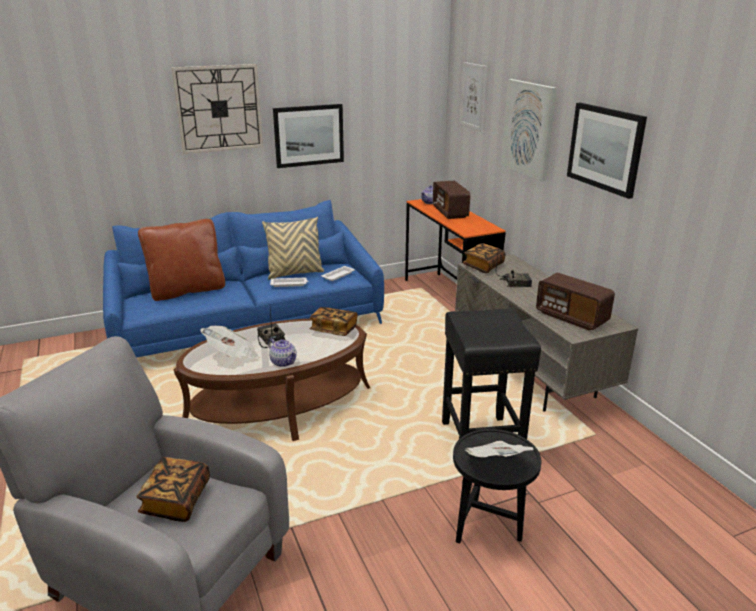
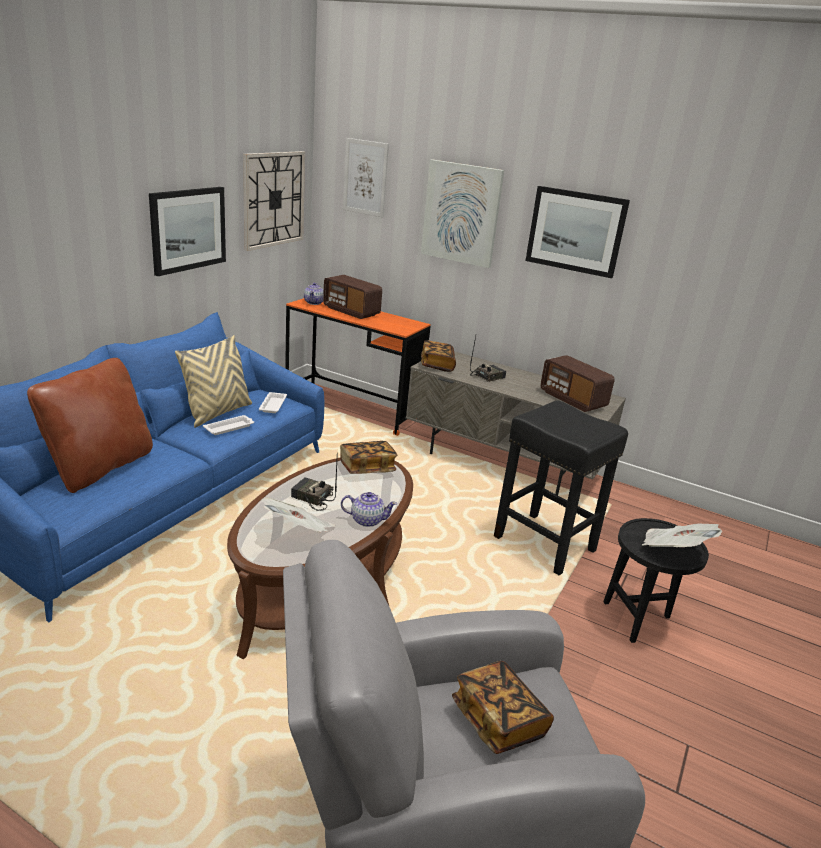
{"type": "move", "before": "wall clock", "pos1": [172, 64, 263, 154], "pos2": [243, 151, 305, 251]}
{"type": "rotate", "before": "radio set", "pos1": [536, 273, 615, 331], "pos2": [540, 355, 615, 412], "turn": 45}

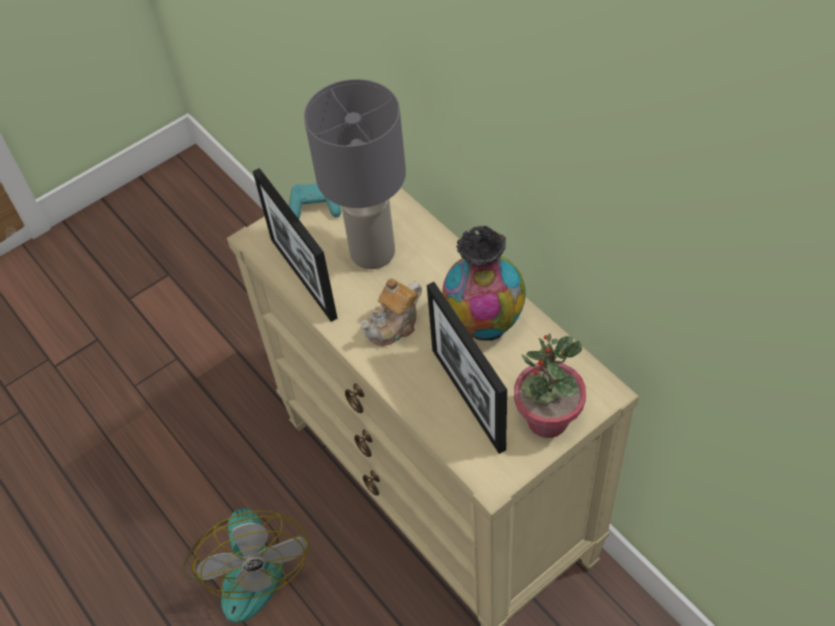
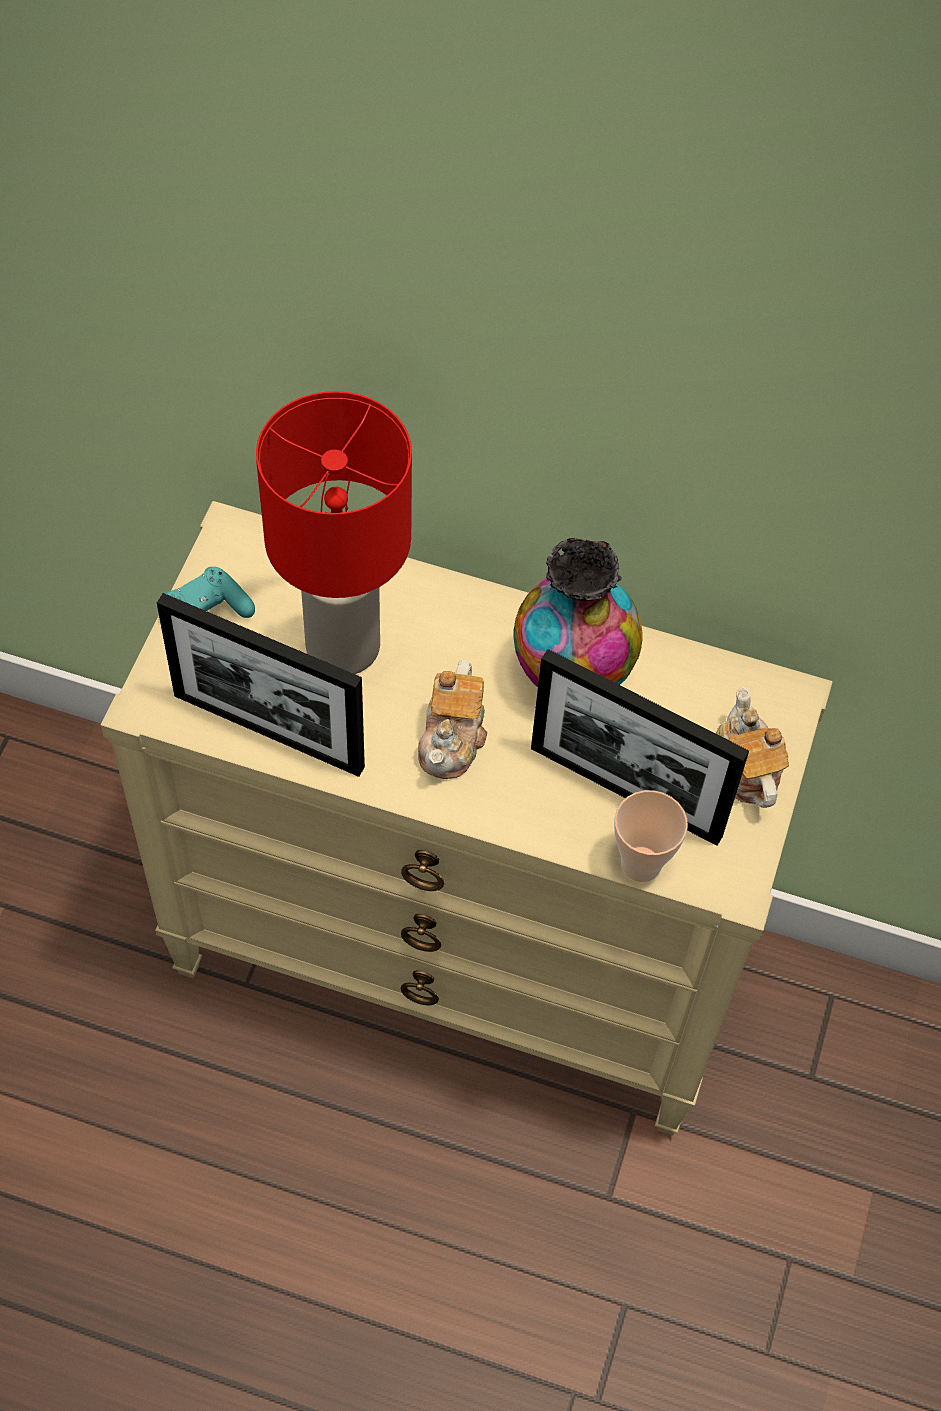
{"type": "delete", "before": "fan", "pos1": [182, 508, 309, 623]}
{"type": "insert", "after": "drinking cup", "pos2": [614, 790, 688, 882]}
{"type": "replace", "before": "houseplant", "after": "teapot", "pos1": [514, 333, 586, 438], "pos2": [716, 686, 789, 808]}
{"type": "recolor", "before": "greyish tabletop lamp", "after": "reddish tabletop lamp", "pos1": [304, 79, 406, 269], "pos2": [256, 391, 412, 674]}

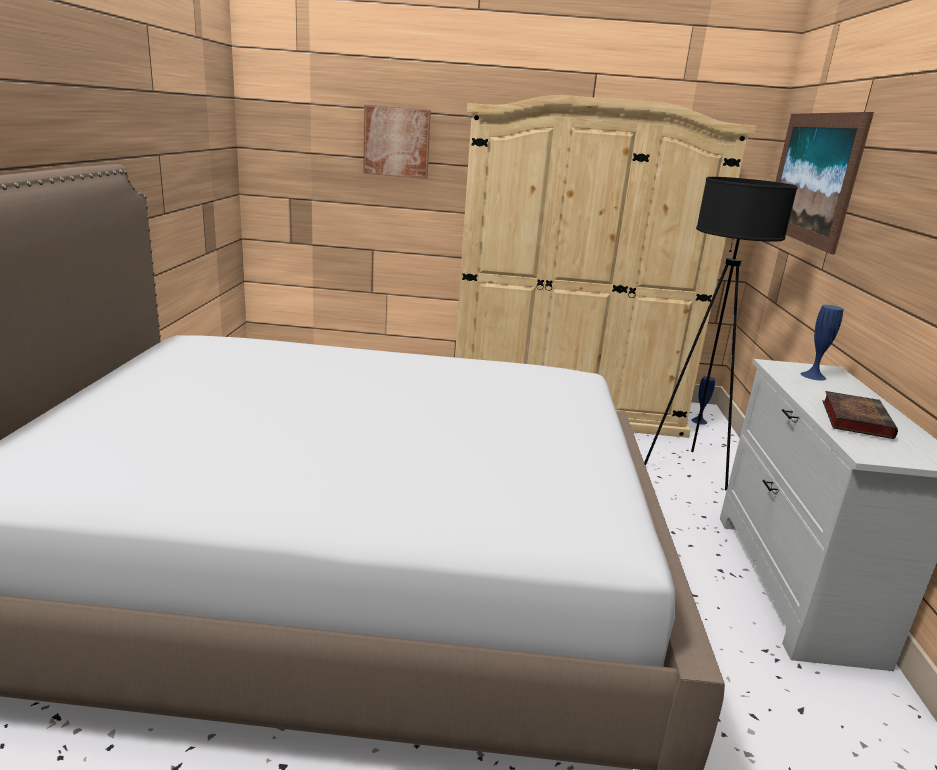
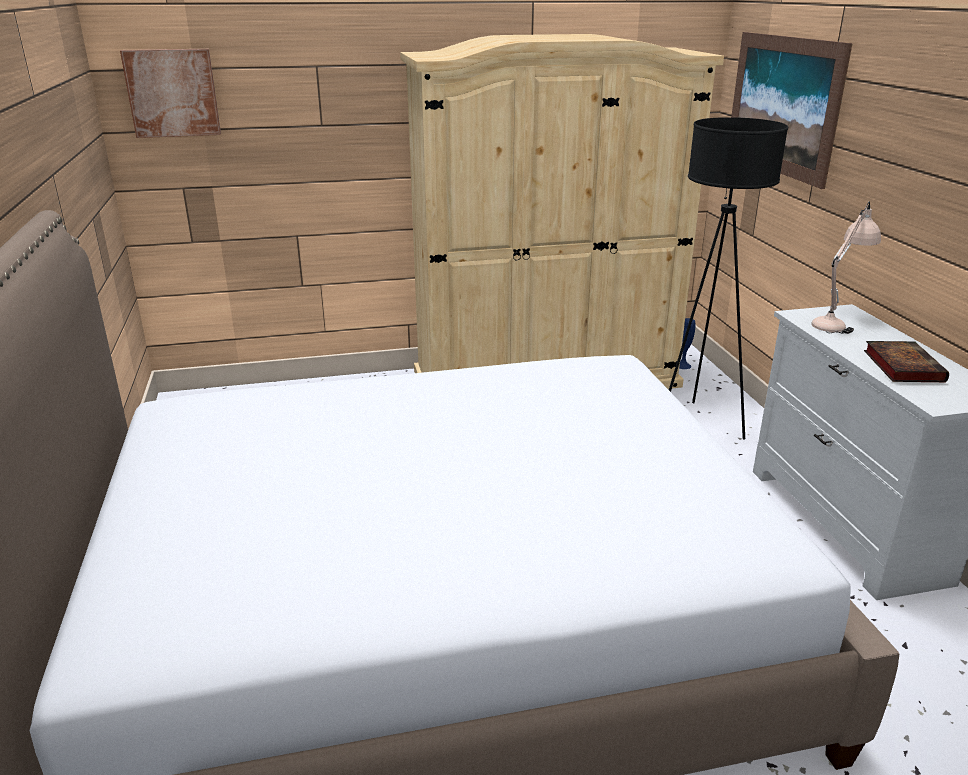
{"type": "move", "before": "wall art", "pos1": [363, 105, 431, 179], "pos2": [120, 49, 221, 138]}
{"type": "replace", "before": "blue vase", "after": "sand-coloured tabletop lamp", "pos1": [800, 305, 843, 381], "pos2": [811, 202, 881, 334]}

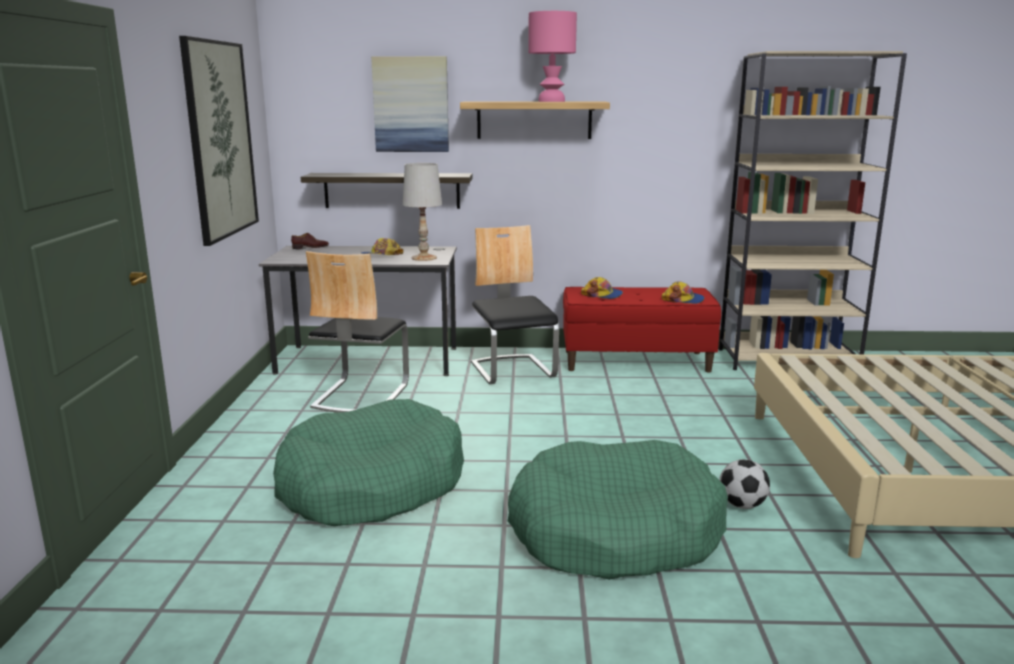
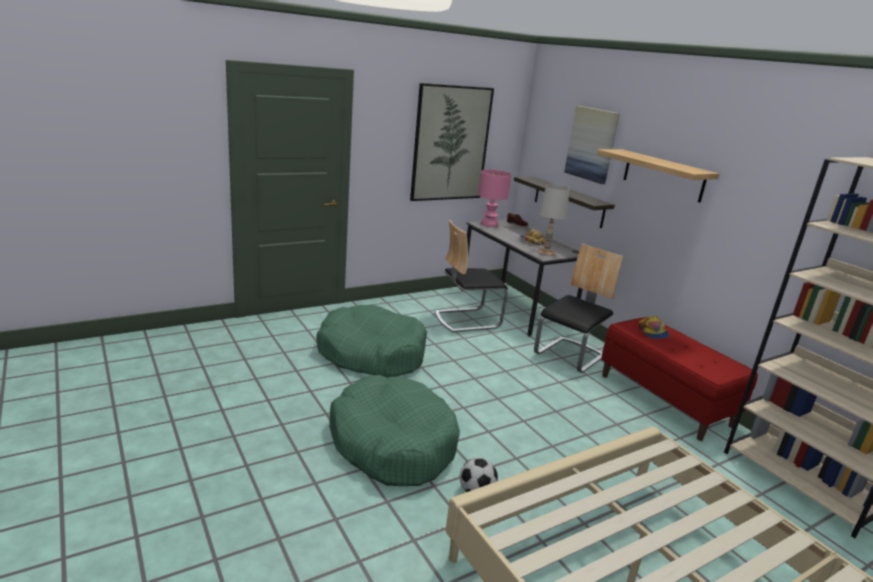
{"type": "delete", "before": "baseball cap", "pos1": [661, 281, 705, 304]}
{"type": "move", "before": "pink tabletop lamp", "pos1": [528, 11, 577, 102], "pos2": [478, 170, 511, 227]}

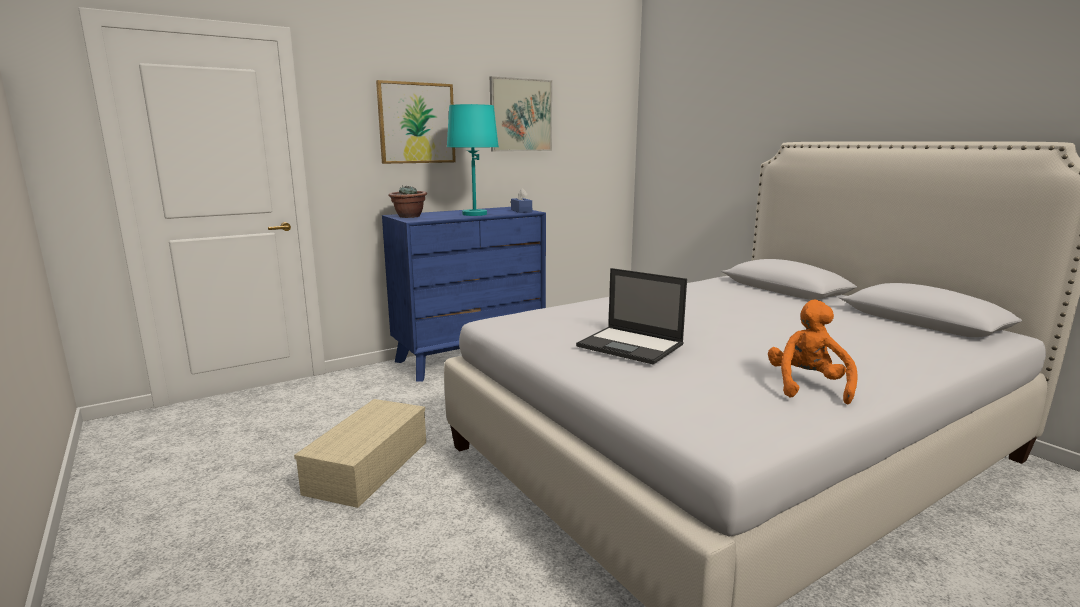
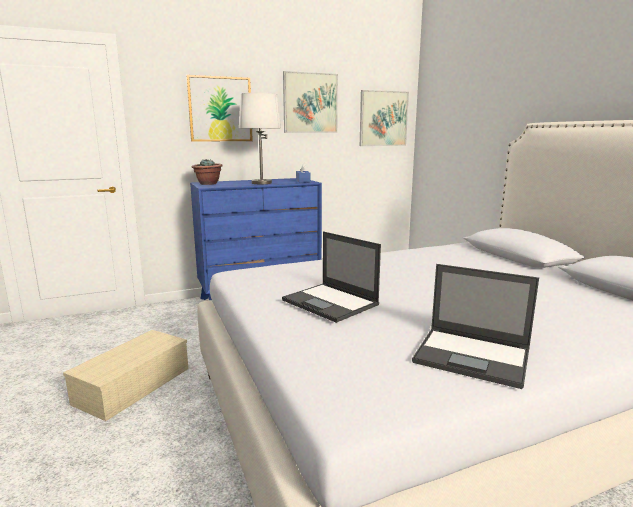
{"type": "insert", "after": "wall art", "pos2": [360, 90, 409, 146]}
{"type": "replace", "before": "orange-coloured cuddly toy", "after": "notebook computer", "pos1": [768, 300, 858, 404], "pos2": [412, 264, 539, 389]}
{"type": "recolor", "before": "blue-green tabletop lamp", "after": "white tabletop lamp", "pos1": [447, 104, 499, 216], "pos2": [239, 93, 281, 184]}

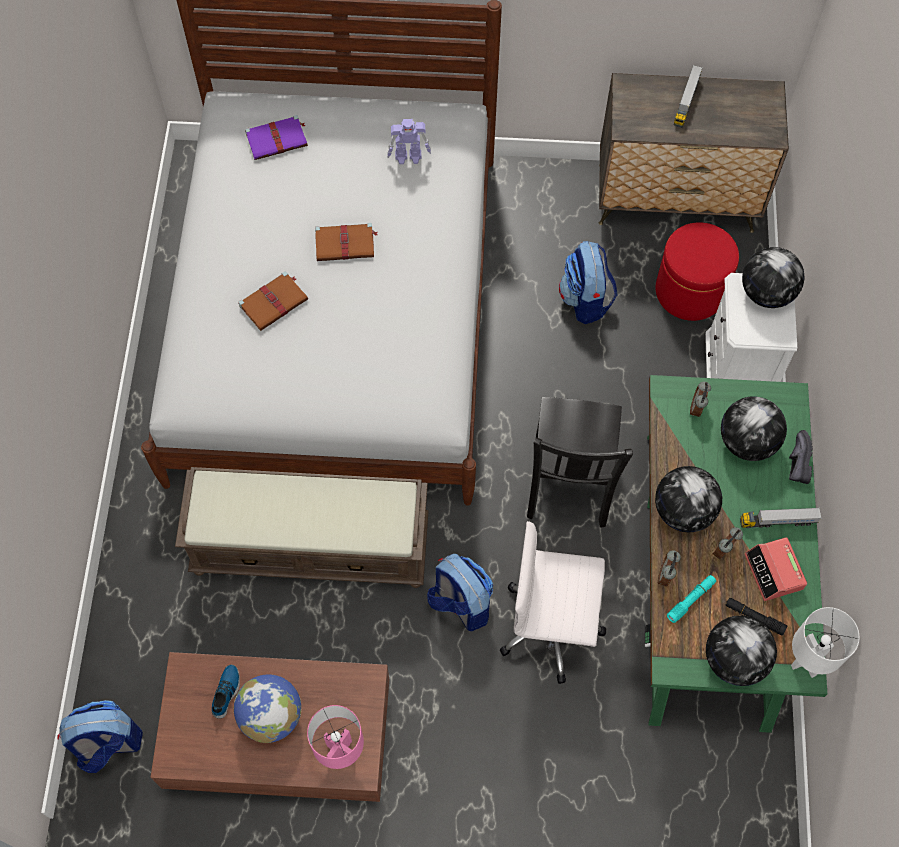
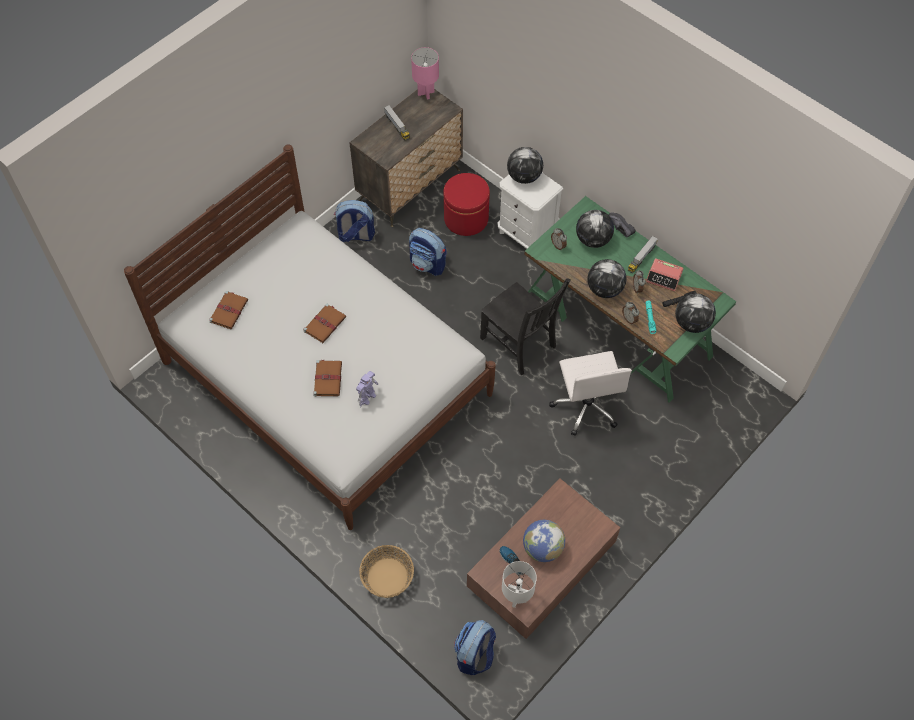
{"type": "delete", "before": "brownish long seat", "pos1": [175, 467, 429, 588]}
{"type": "insert", "after": "household basket", "pos2": [359, 545, 414, 598]}
{"type": "move", "before": "pink tabletop lamp", "pos1": [307, 705, 364, 769], "pos2": [411, 47, 439, 100]}
{"type": "move", "before": "model robot", "pos1": [387, 119, 431, 164], "pos2": [356, 371, 378, 407]}
{"type": "move", "before": "backpack", "pos1": [427, 554, 493, 631], "pos2": [334, 200, 375, 242]}
{"type": "move", "before": "white tabletop lamp", "pos1": [791, 607, 860, 678], "pos2": [502, 561, 537, 608]}
{"type": "recolor", "before": "purple bound book", "after": "brownish bound book", "pos1": [245, 115, 308, 160], "pos2": [209, 291, 248, 330]}
{"type": "rotate", "before": "white desk chair", "pos1": [500, 521, 606, 684], "pos2": [549, 351, 632, 436], "turn": -60}

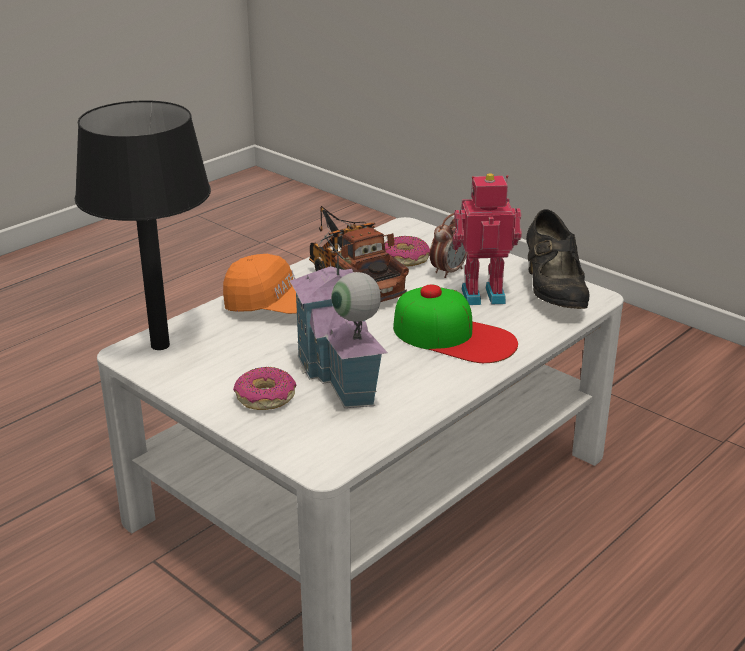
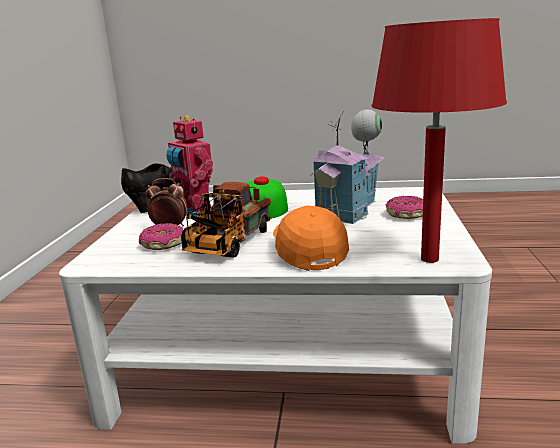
{"type": "recolor", "before": "black-coloured tabletop lamp", "after": "reddish tabletop lamp", "pos1": [75, 100, 211, 350], "pos2": [372, 18, 507, 263]}

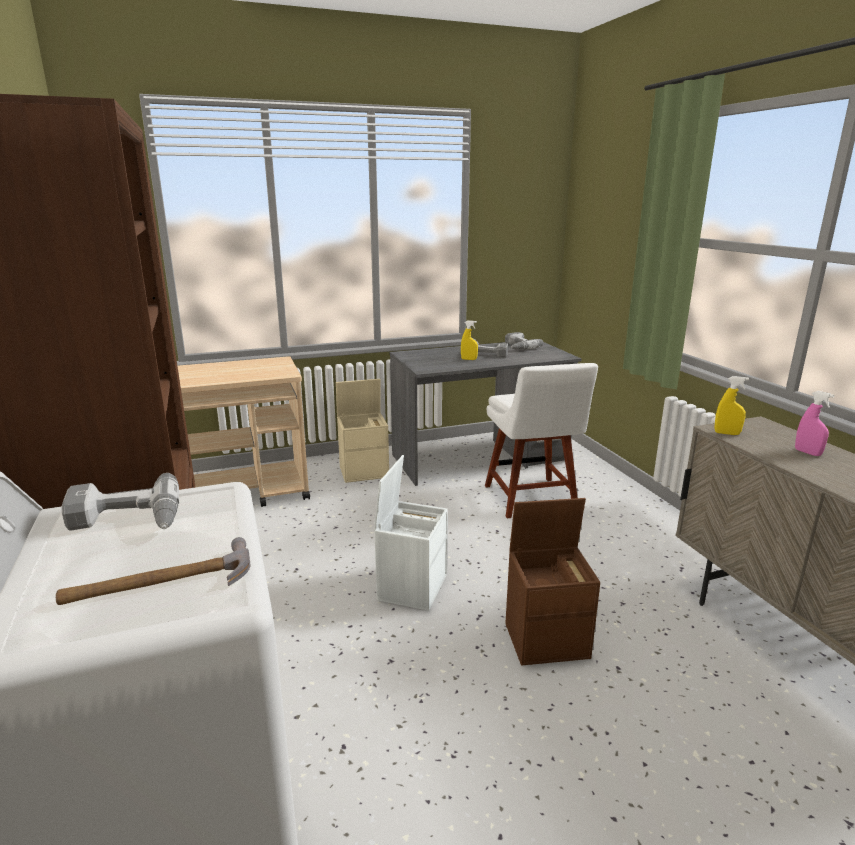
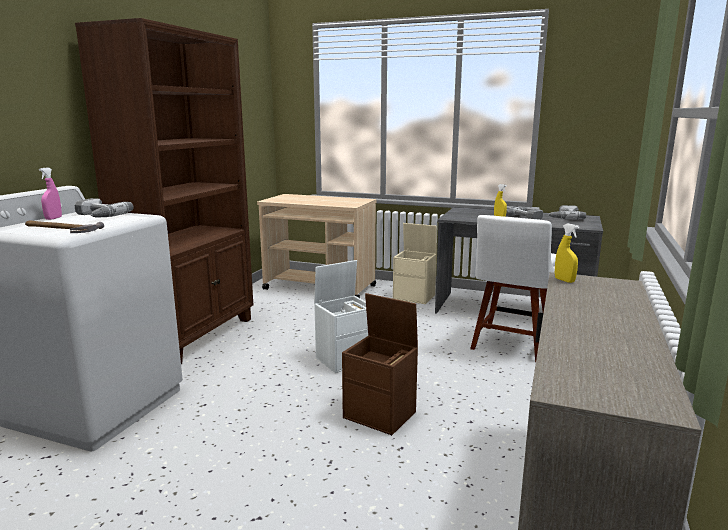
{"type": "move", "before": "pink hand sprayer", "pos1": [795, 391, 834, 456], "pos2": [39, 167, 62, 220]}

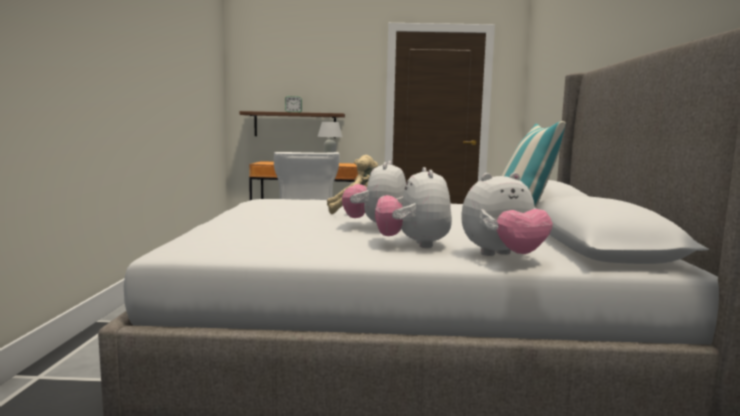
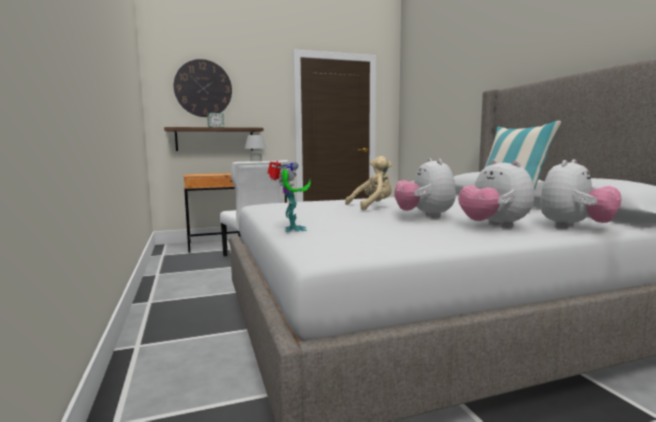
{"type": "insert", "after": "wall clock", "pos2": [174, 59, 232, 117]}
{"type": "insert", "after": "model robot", "pos2": [268, 161, 311, 232]}

